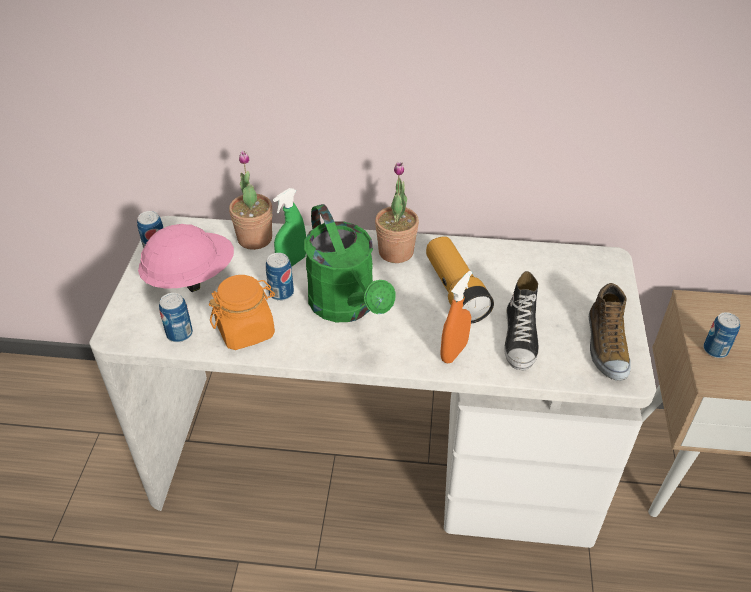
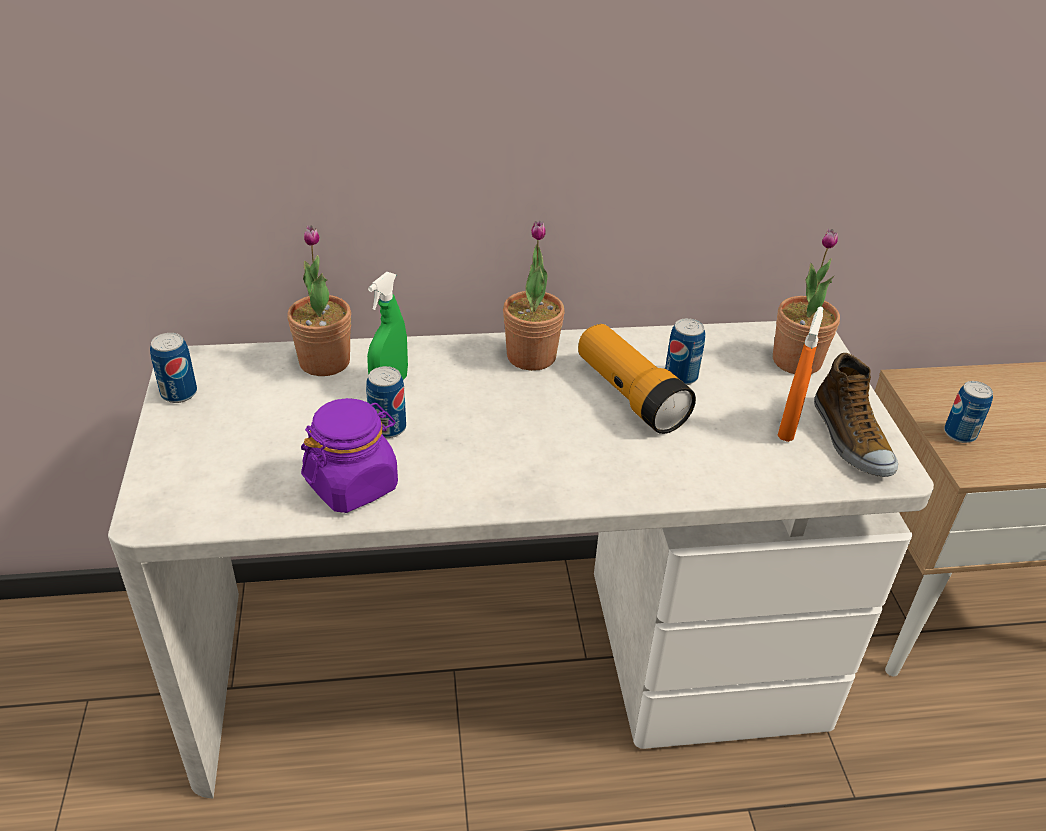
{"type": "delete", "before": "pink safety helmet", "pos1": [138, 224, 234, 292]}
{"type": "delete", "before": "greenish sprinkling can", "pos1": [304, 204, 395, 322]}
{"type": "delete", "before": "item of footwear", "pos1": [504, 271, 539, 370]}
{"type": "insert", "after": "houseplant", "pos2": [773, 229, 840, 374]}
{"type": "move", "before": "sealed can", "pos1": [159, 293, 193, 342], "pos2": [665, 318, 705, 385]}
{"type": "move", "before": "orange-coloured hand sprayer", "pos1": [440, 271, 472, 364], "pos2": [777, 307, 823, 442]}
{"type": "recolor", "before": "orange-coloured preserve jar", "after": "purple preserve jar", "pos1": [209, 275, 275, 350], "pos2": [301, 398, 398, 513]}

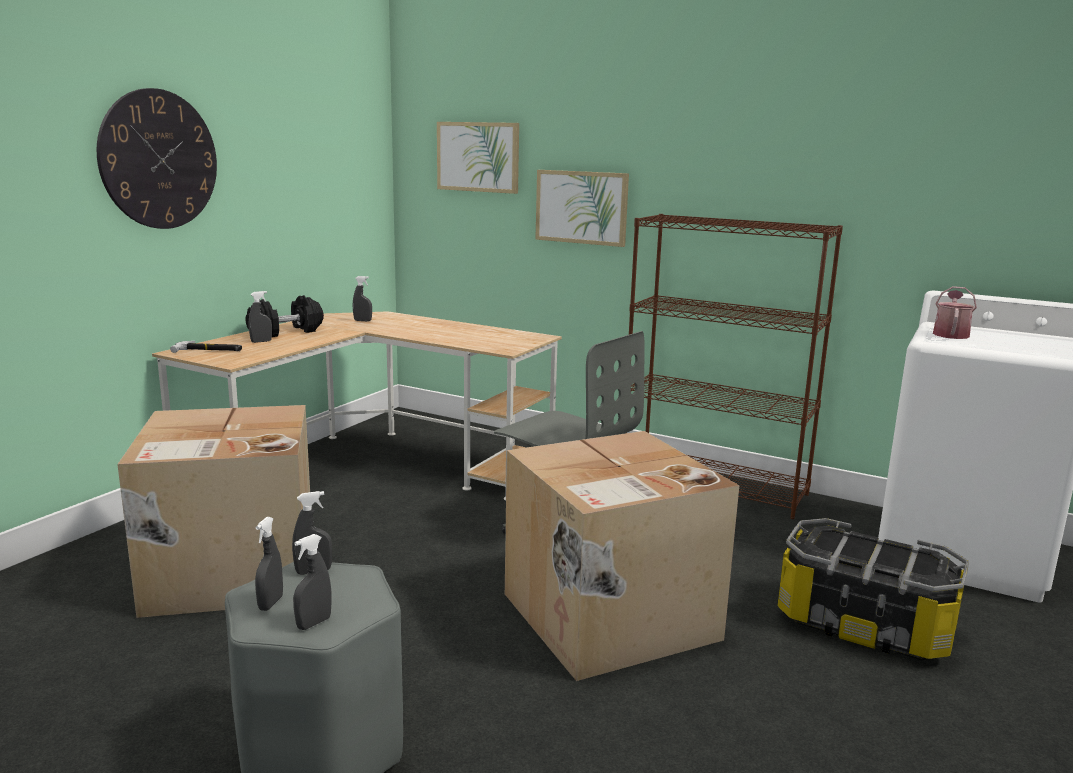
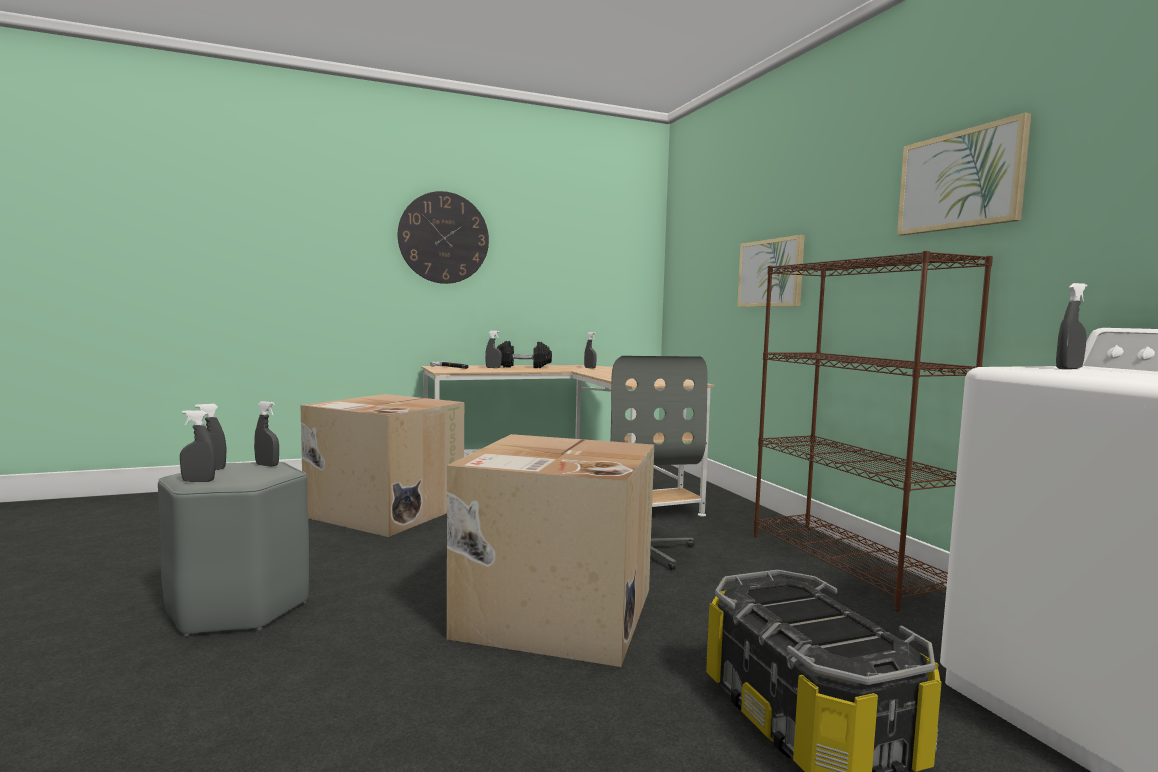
{"type": "move", "before": "wall art", "pos1": [437, 122, 519, 194], "pos2": [897, 113, 1031, 236]}
{"type": "replace", "before": "sprinkling can", "after": "greyish hand sprayer", "pos1": [933, 286, 977, 339], "pos2": [1056, 283, 1088, 369]}

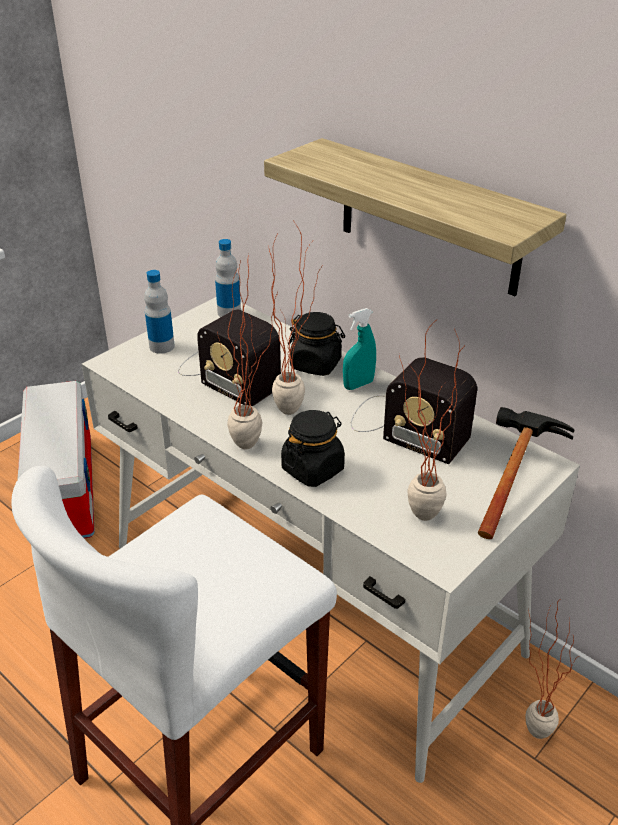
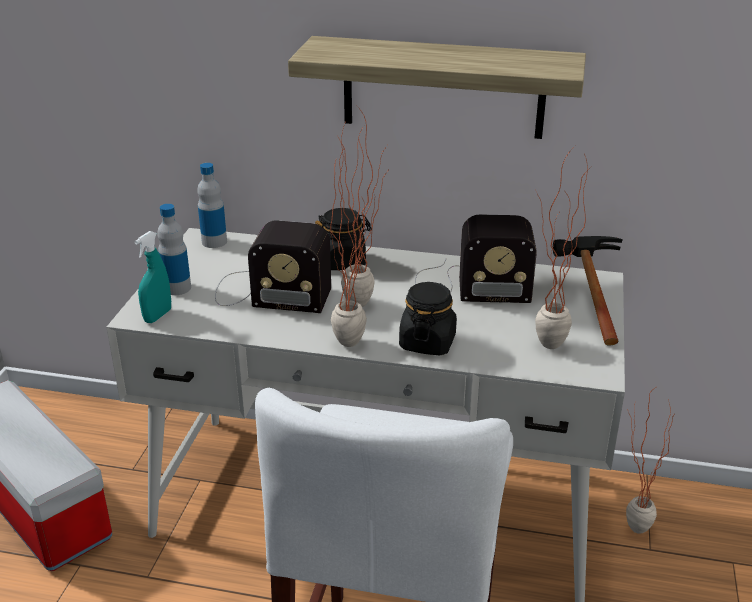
{"type": "move", "before": "blue-green hand sprayer", "pos1": [343, 308, 376, 390], "pos2": [135, 231, 171, 323]}

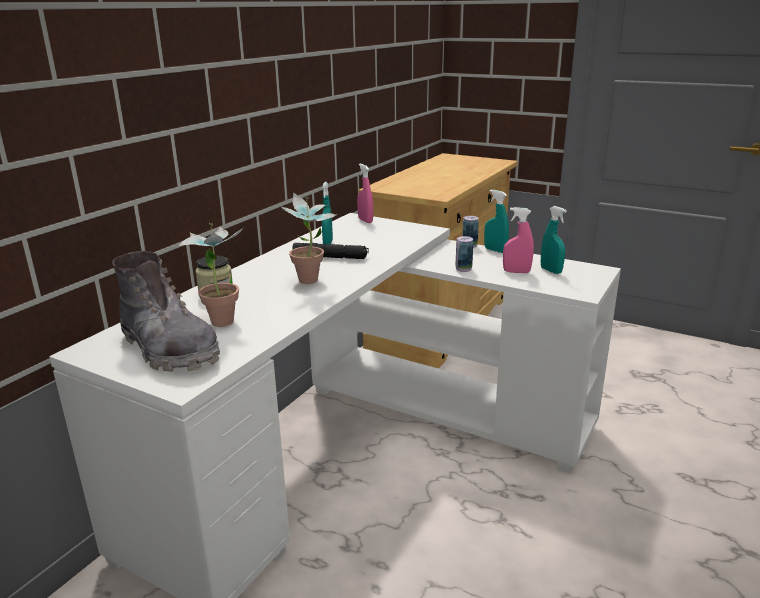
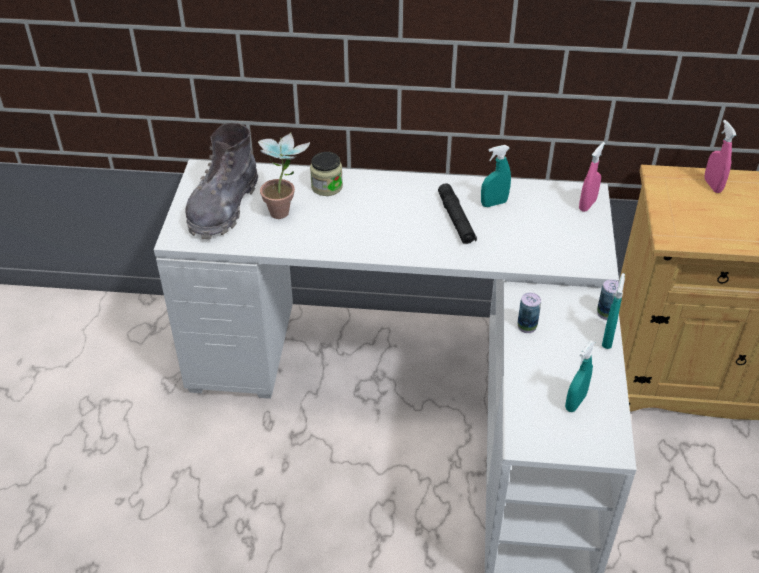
{"type": "delete", "before": "houseplant", "pos1": [280, 192, 336, 284]}
{"type": "move", "before": "pink hand sprayer", "pos1": [503, 207, 534, 273], "pos2": [704, 120, 736, 193]}

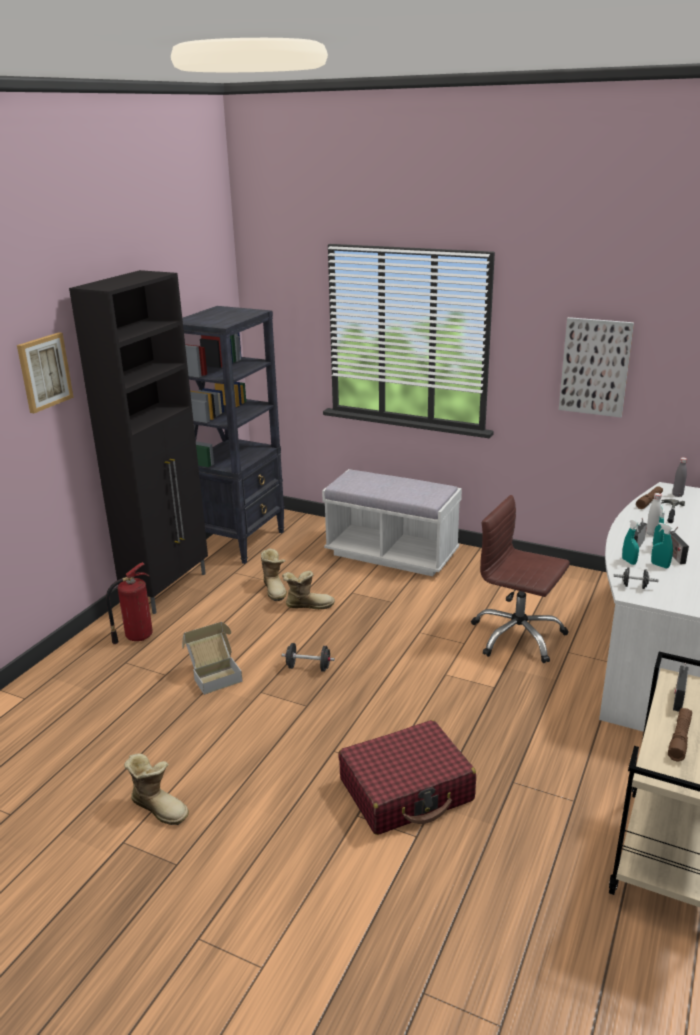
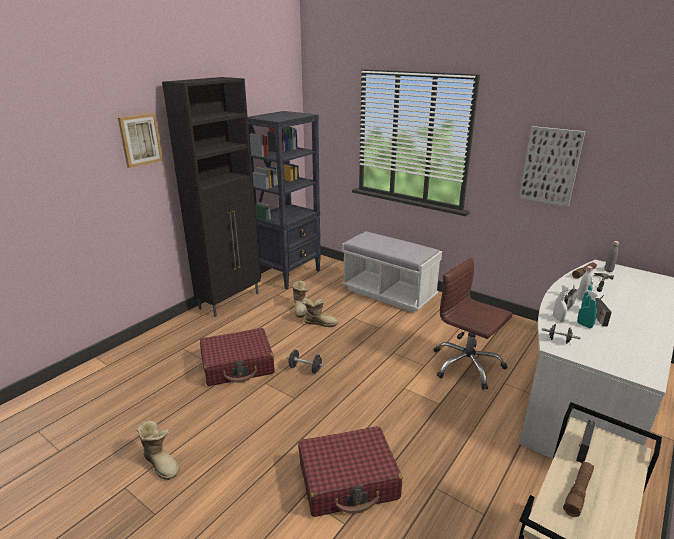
{"type": "delete", "before": "fire-fighting cylinder", "pos1": [106, 562, 153, 644]}
{"type": "replace", "before": "cardboard box", "after": "reddish travel case", "pos1": [182, 622, 243, 695], "pos2": [200, 328, 275, 386]}
{"type": "recolor", "before": "blue-green hand sprayer", "after": "white hand sprayer", "pos1": [622, 520, 641, 565], "pos2": [553, 285, 570, 322]}

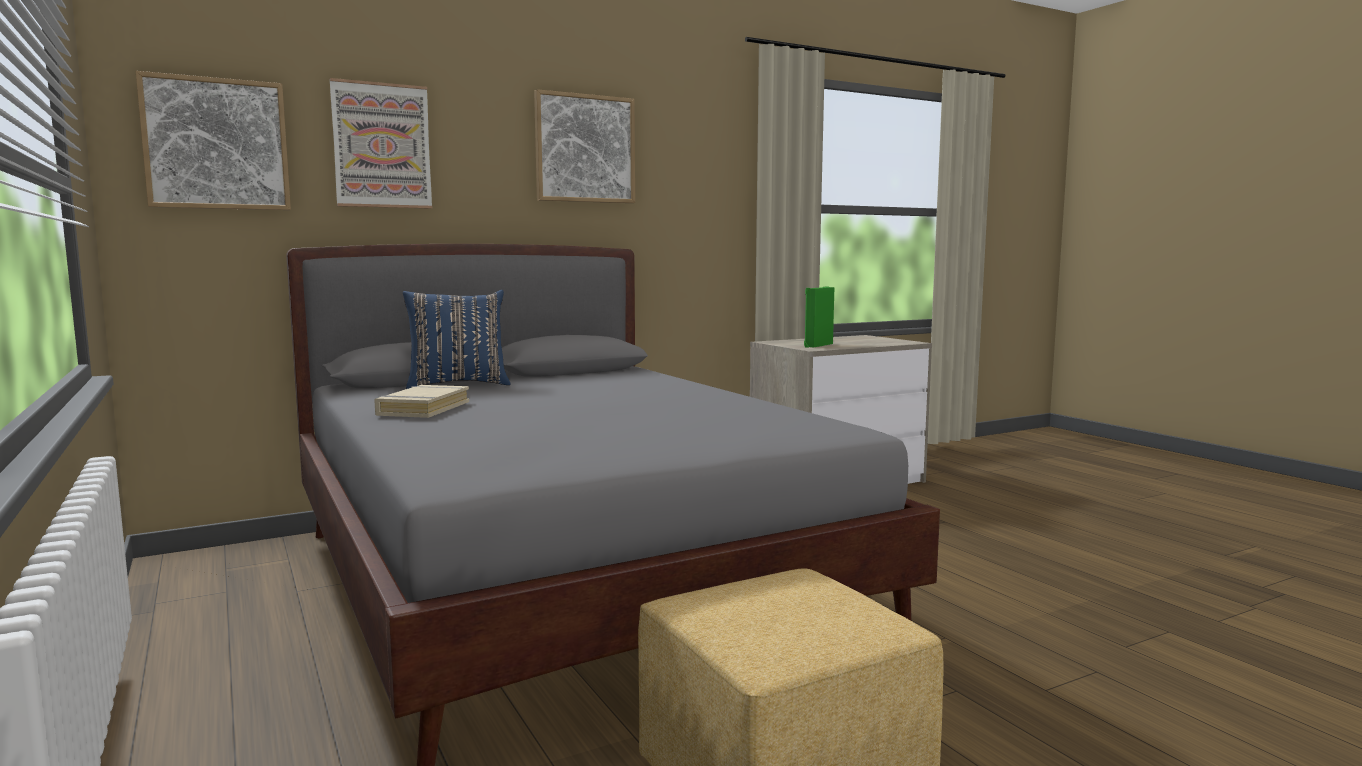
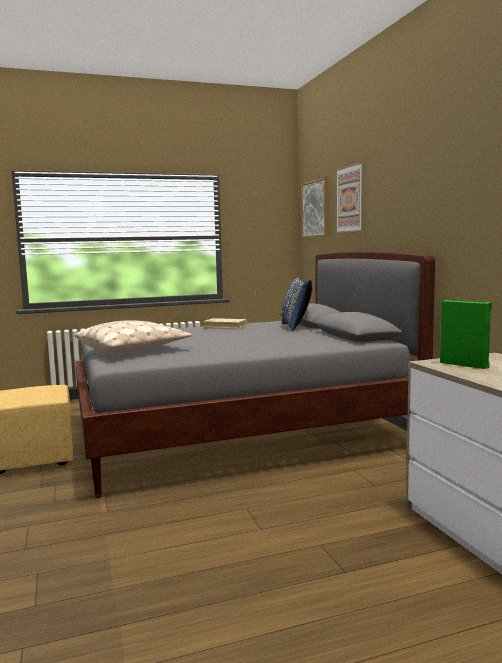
{"type": "delete", "before": "wall art", "pos1": [534, 89, 635, 203]}
{"type": "insert", "after": "sand-coloured cushion", "pos2": [74, 320, 192, 355]}

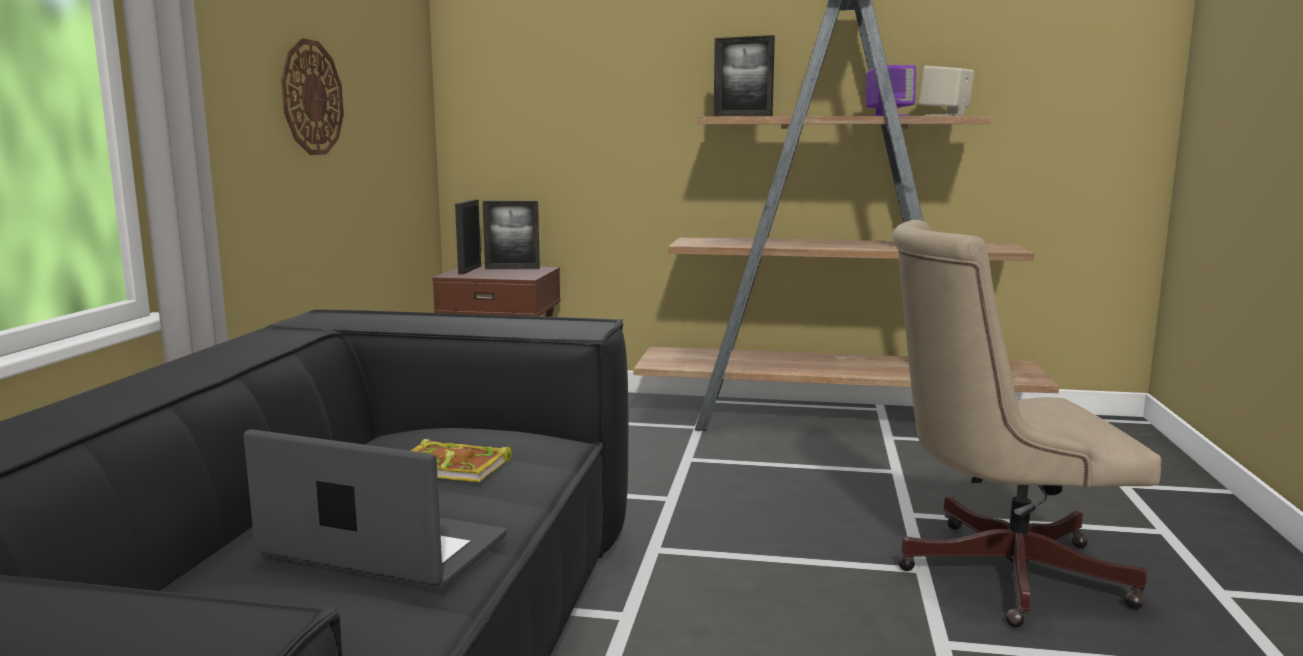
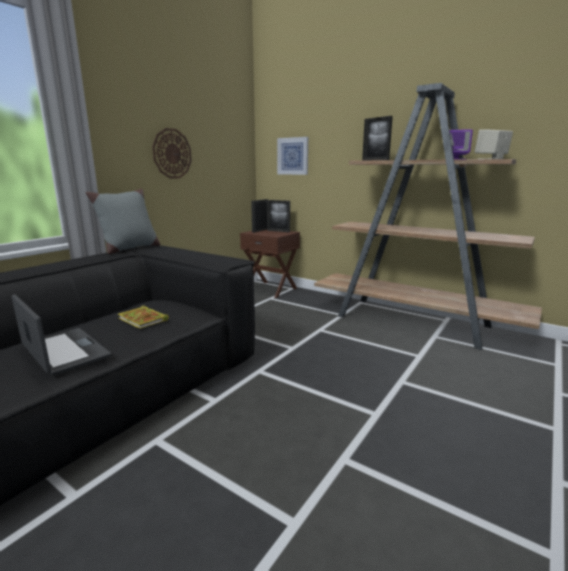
{"type": "delete", "before": "sand-coloured desk chair", "pos1": [893, 220, 1161, 628]}
{"type": "insert", "after": "greyish cushion", "pos2": [86, 189, 160, 254]}
{"type": "insert", "after": "wall art", "pos2": [277, 137, 308, 175]}

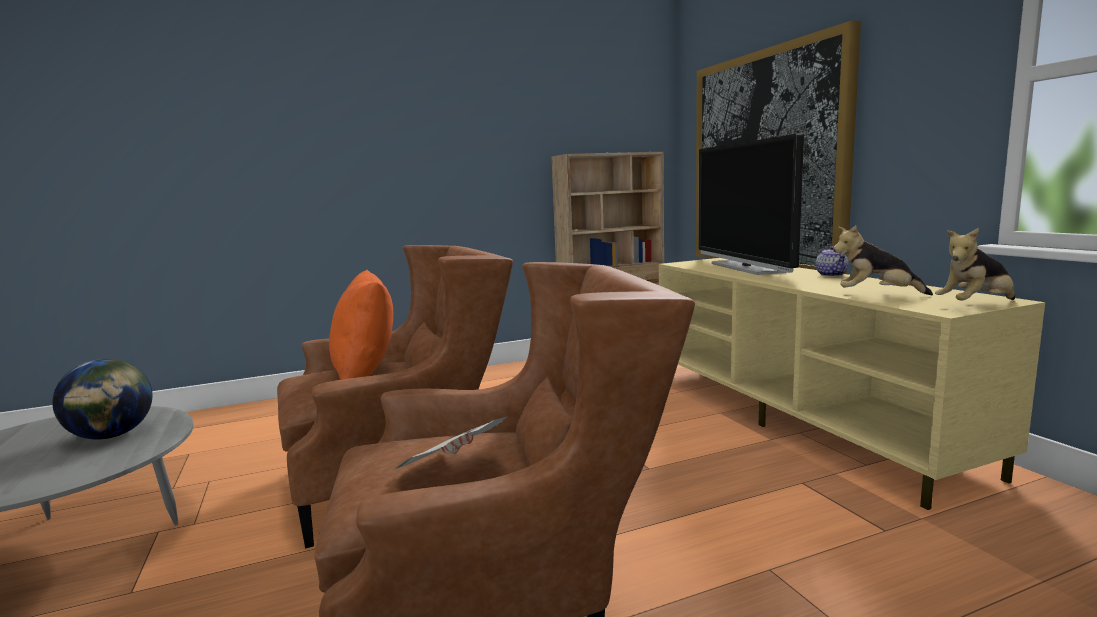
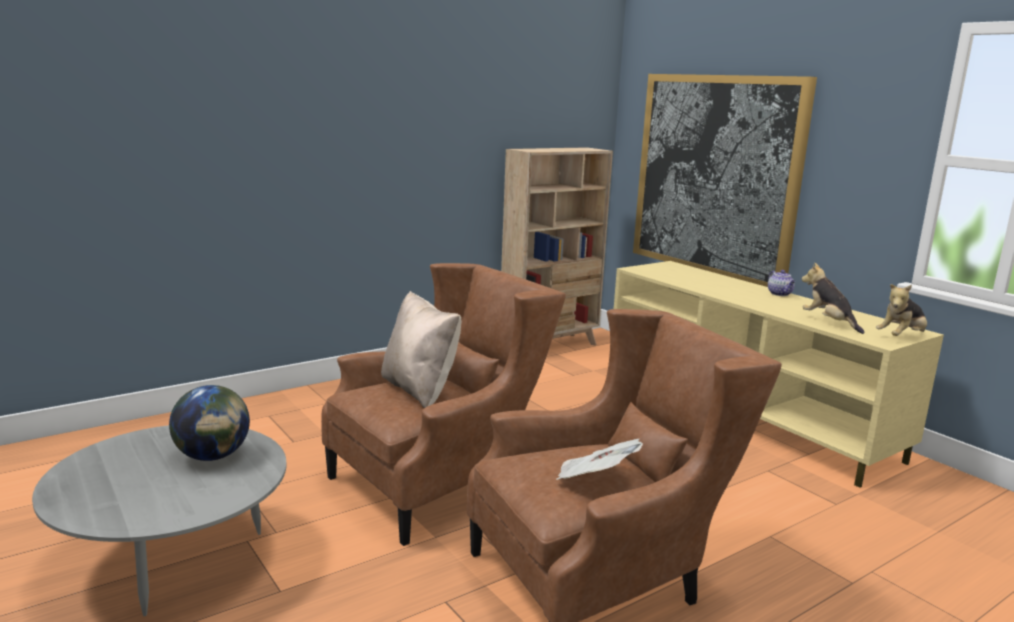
{"type": "delete", "before": "television", "pos1": [698, 134, 804, 275]}
{"type": "recolor", "before": "orange-coloured cushion", "after": "sand-coloured cushion", "pos1": [329, 269, 393, 380], "pos2": [381, 291, 461, 408]}
{"type": "rotate", "before": "cuddly toy", "pos1": [833, 225, 933, 295], "pos2": [802, 263, 865, 334], "turn": 60}

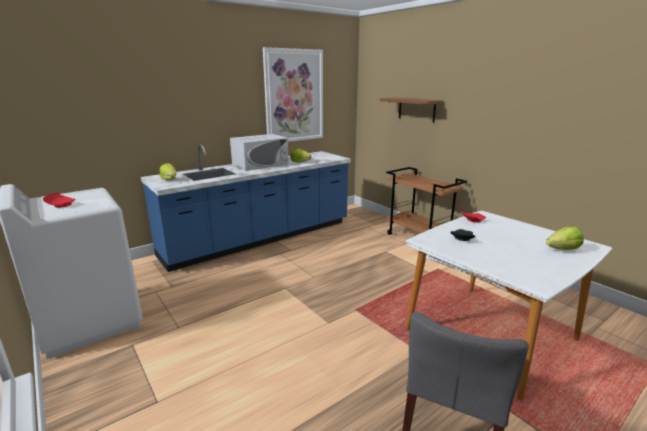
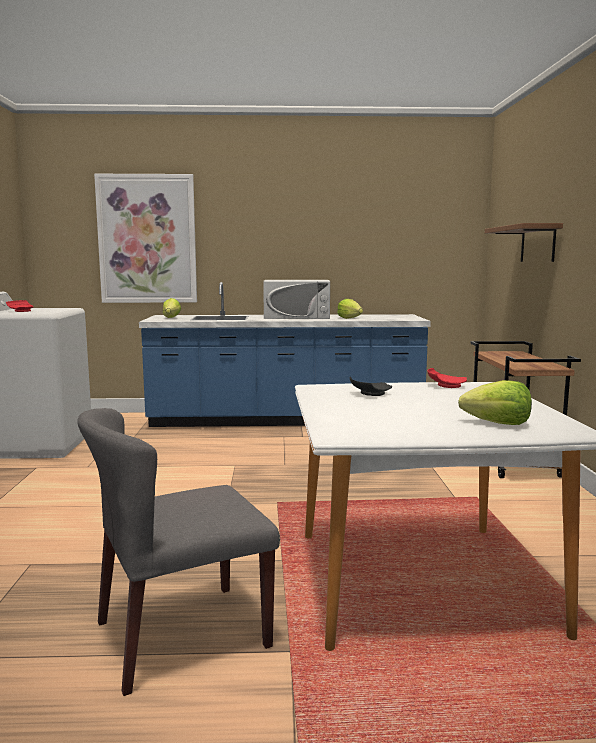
{"type": "move", "before": "wall art", "pos1": [263, 47, 323, 142], "pos2": [94, 174, 197, 303]}

